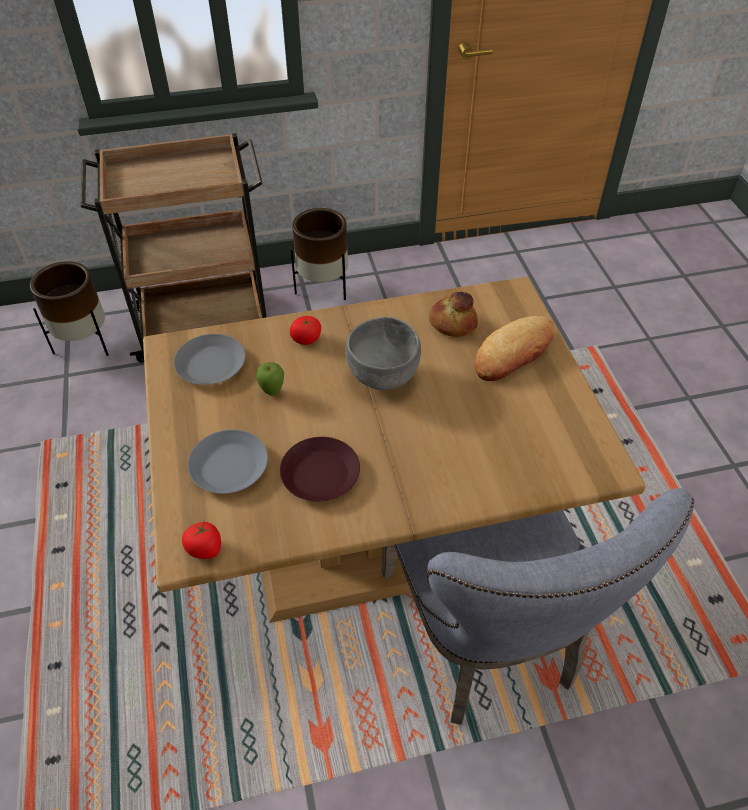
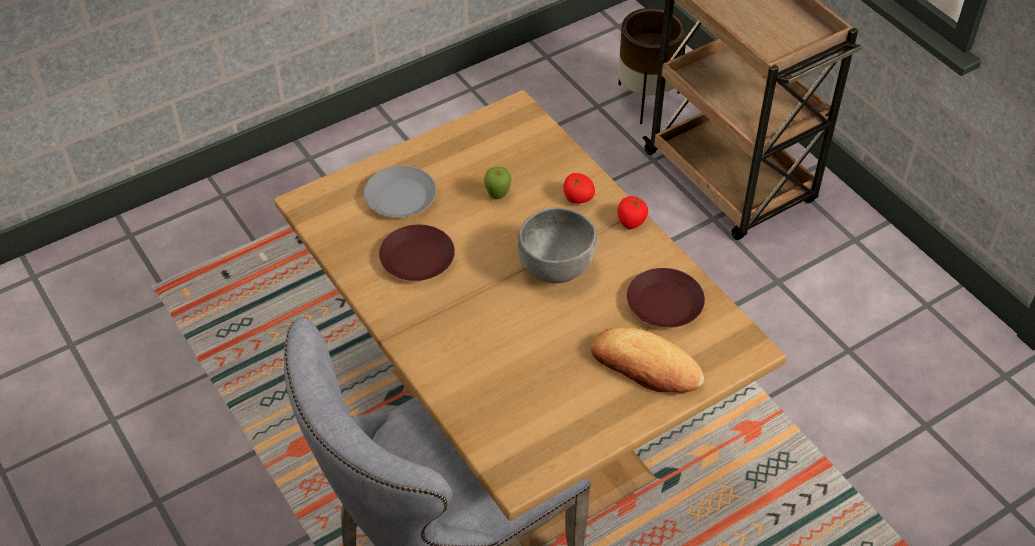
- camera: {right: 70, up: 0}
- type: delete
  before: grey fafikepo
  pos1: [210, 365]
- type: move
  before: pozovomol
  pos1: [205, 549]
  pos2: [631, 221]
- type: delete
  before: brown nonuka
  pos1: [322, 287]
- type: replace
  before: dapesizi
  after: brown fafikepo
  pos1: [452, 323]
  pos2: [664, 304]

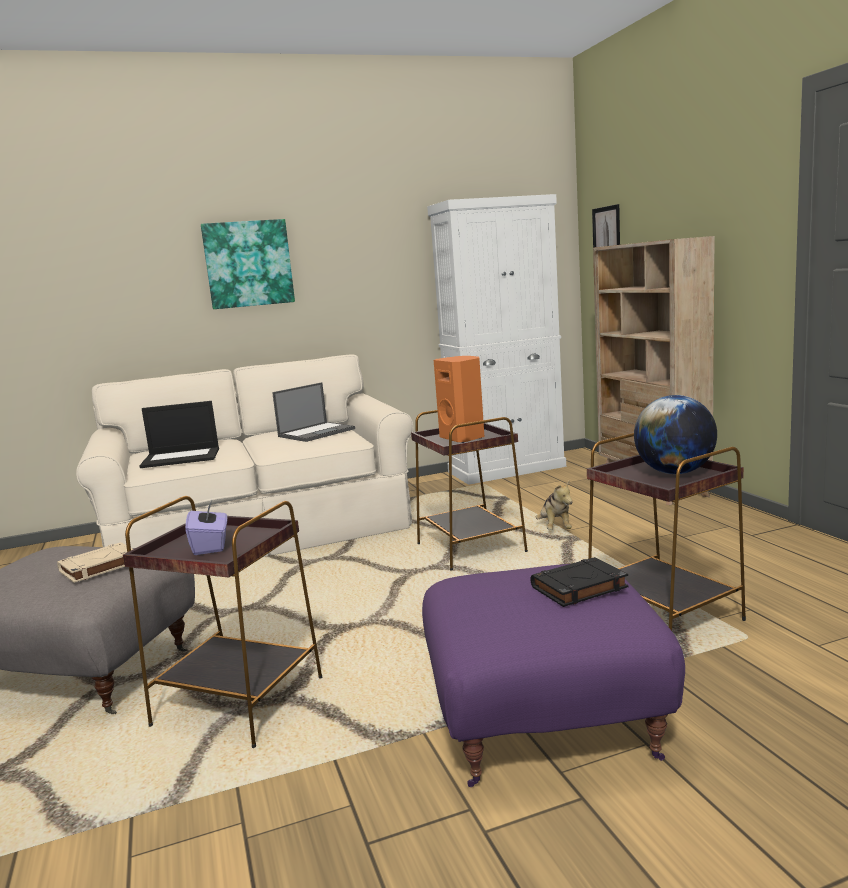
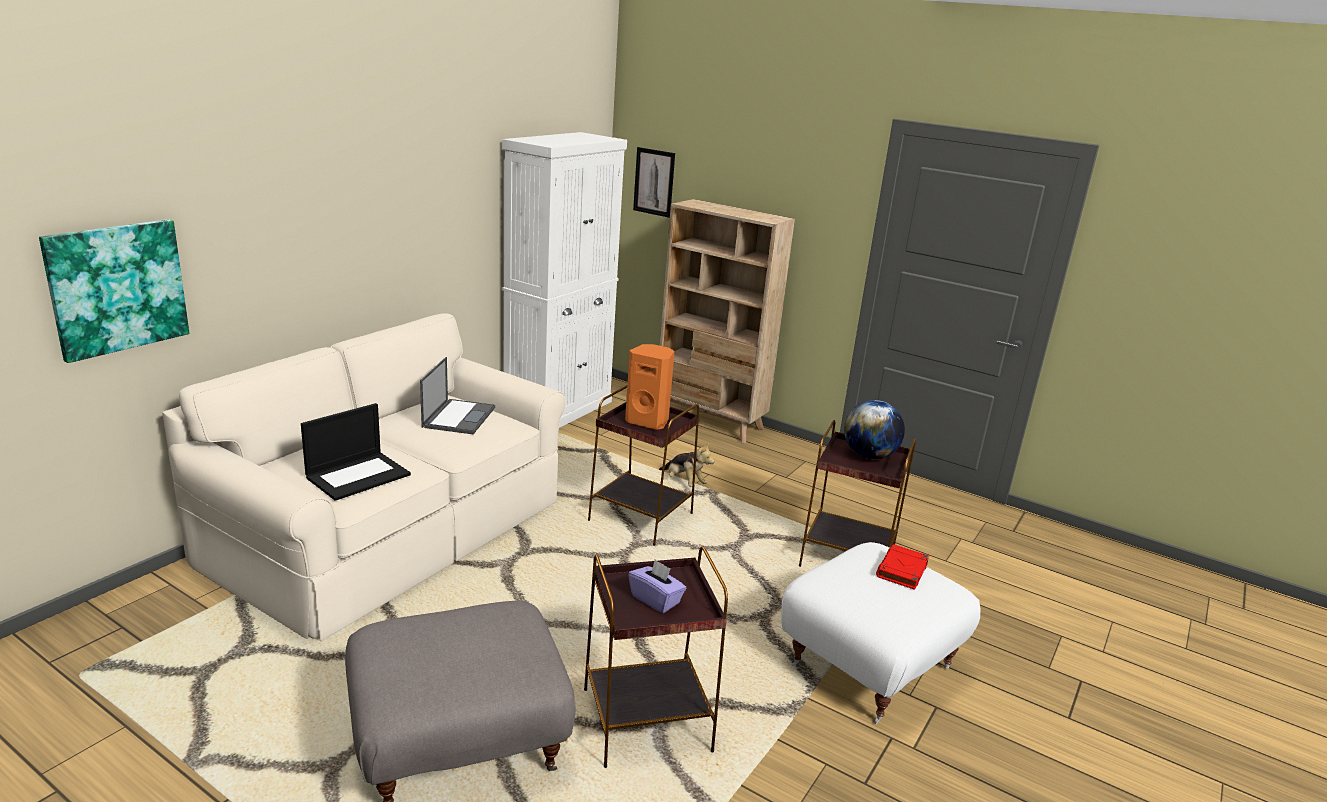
- camera: {right: -40, up: 10}
- type: delete
  before: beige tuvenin
  pos1: [98, 567]
- type: move
  before: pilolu
  pos1: [248, 264]
  pos2: [117, 288]
- type: recolor
  before: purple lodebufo
  after: white lodebufo
  pos1: [547, 726]
  pos2: [870, 666]
- type: recolor
  before: black tuvenin
  after: red tuvenin
  pos1: [578, 588]
  pos2: [902, 571]

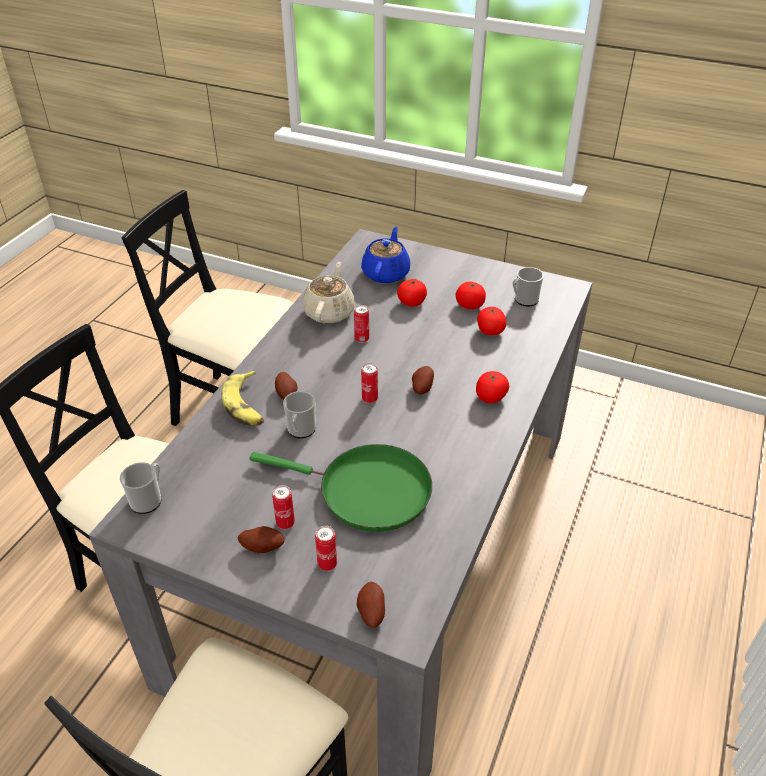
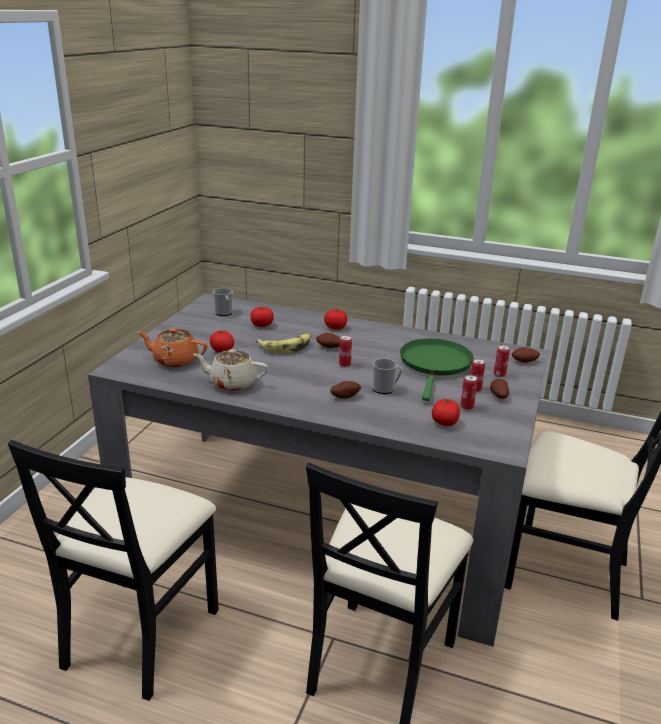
- camera: {right: -95, up: -15}
- type: delete
  before: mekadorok
  pos1: [148, 499]
- type: move
  before: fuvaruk
  pos1: [246, 406]
  pos2: [286, 347]
- type: move
  before: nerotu
  pos1: [362, 339]
  pos2: [466, 407]
- type: recolor
  before: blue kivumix
  after: orange kivumix
  pos1: [386, 273]
  pos2: [174, 360]
- type: move
  before: pozovomol
  pos1: [470, 305]
  pos2: [444, 422]

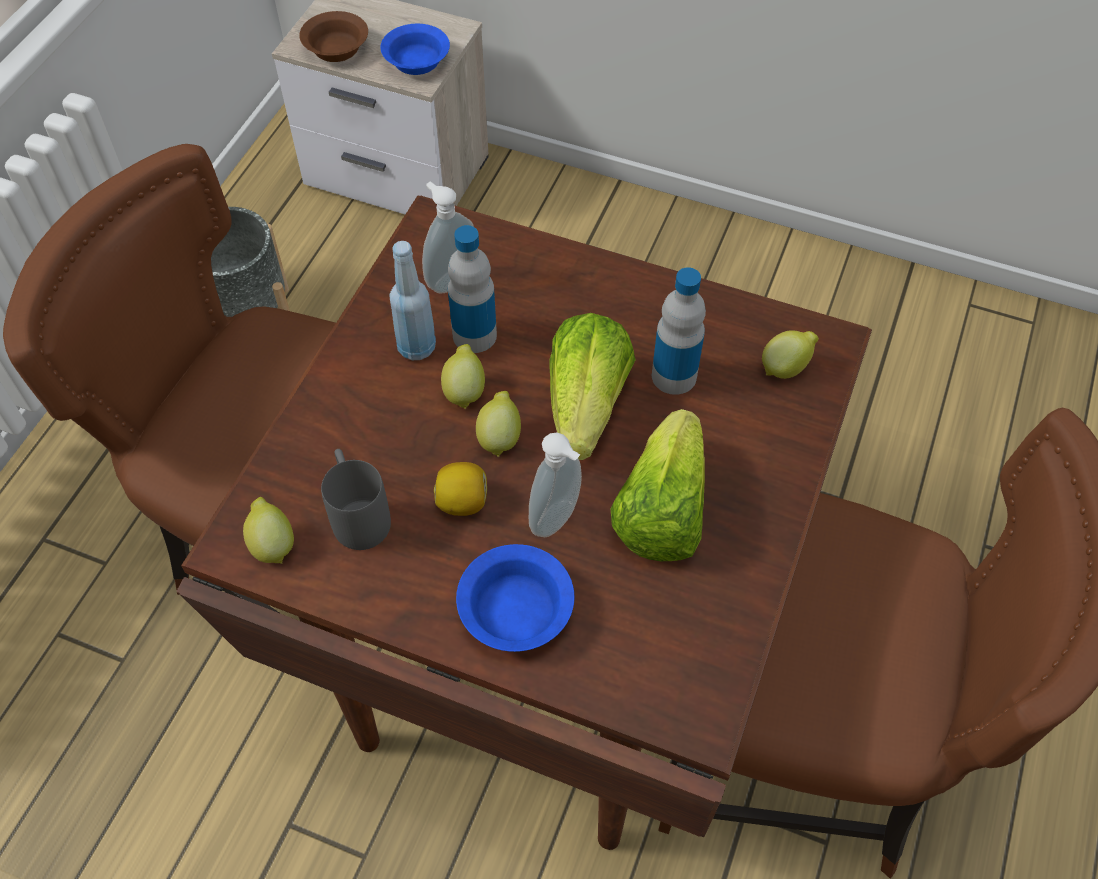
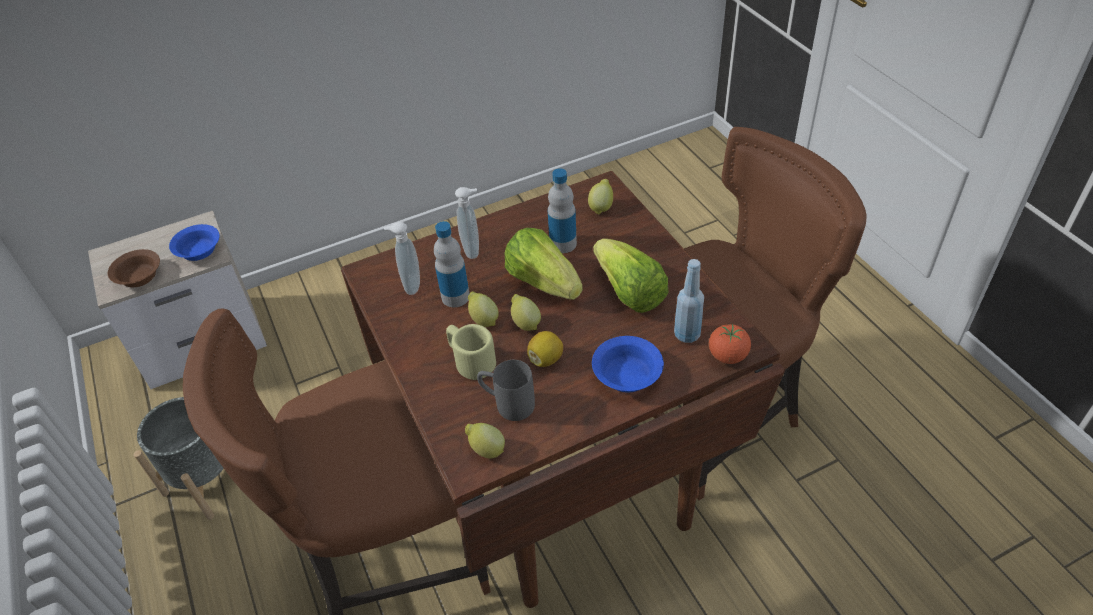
- camera: {right: -45, up: -10}
- type: move
  before: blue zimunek
  pos1: [417, 347]
  pos2: [687, 334]
- type: move
  before: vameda
  pos1: [558, 520]
  pos2: [473, 250]
- type: insert
  after: beige mekadorok
  pos2: [470, 360]
- type: insert
  after: pozovomol
  pos2: [727, 356]

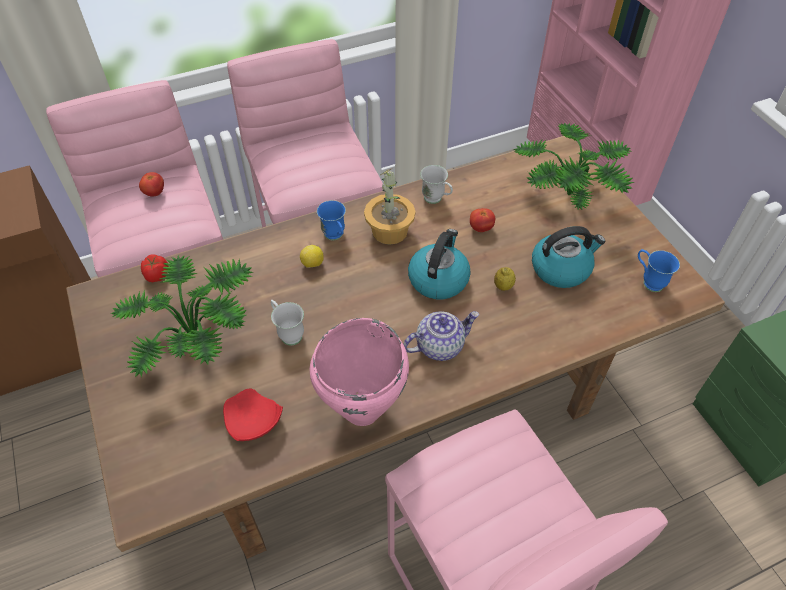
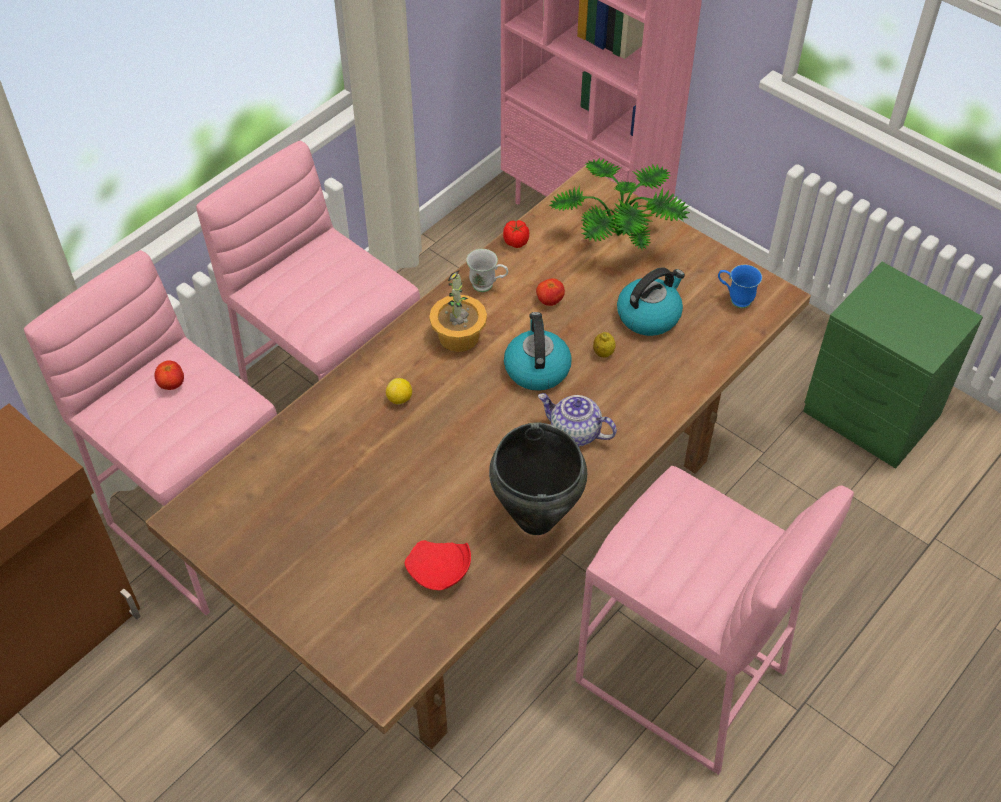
- camera: {right: -25, up: 0}
- type: delete
  before: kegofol
  pos1: [200, 344]
- type: move
  before: pozovomol
  pos1: [157, 276]
  pos2: [516, 242]
- type: delete
  before: white mekadorok
  pos1: [288, 333]
- type: recolor
  before: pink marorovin
  after: black marorovin
  pos1: [361, 410]
  pos2: [535, 520]
- type: delete
  before: blue mekadorok
  pos1: [335, 237]
- type: rotate
  before: kivumix
  pos1: [440, 345]
  pos2: [574, 433]
  turn: -105

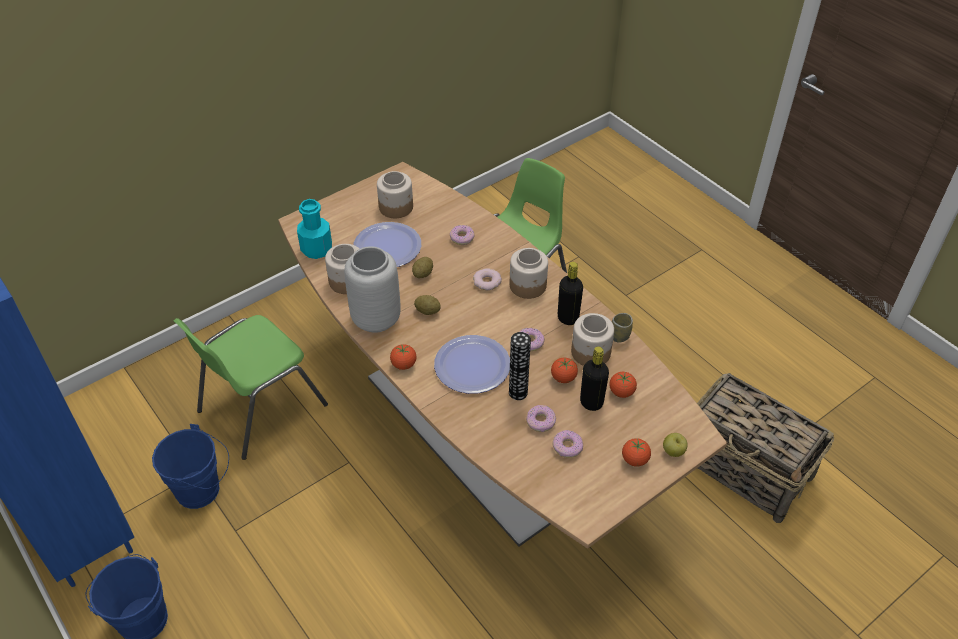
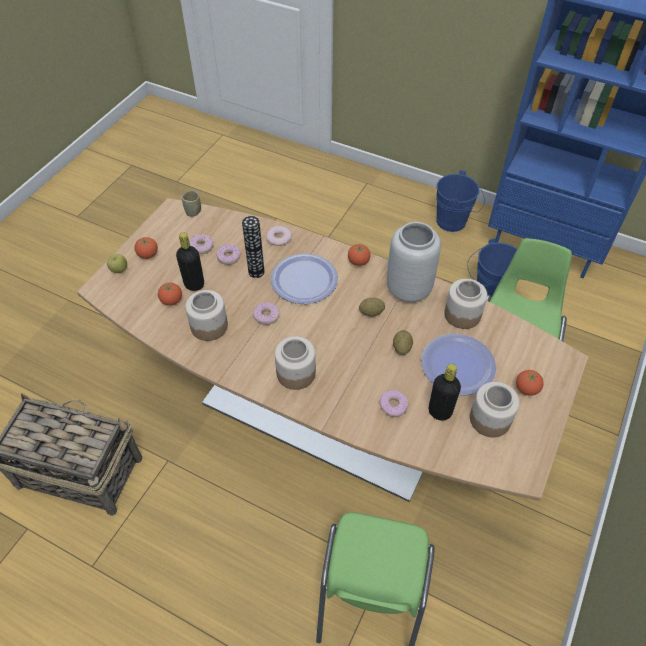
- camera: {right: 155, up: 5}
- type: delete
  before: turquoise zimunek
  pos1: [316, 249]
- type: move
  before: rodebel
  pos1: [487, 282]
  pos2: [279, 238]
- type: move
  before: pozovomol
  pos1: [563, 378]
  pos2: [526, 389]
- type: move
  before: black zimunek
  pos1: [568, 318]
  pos2: [440, 411]
- type: move
  before: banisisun
  pos1: [620, 336]
  pos2: [193, 211]

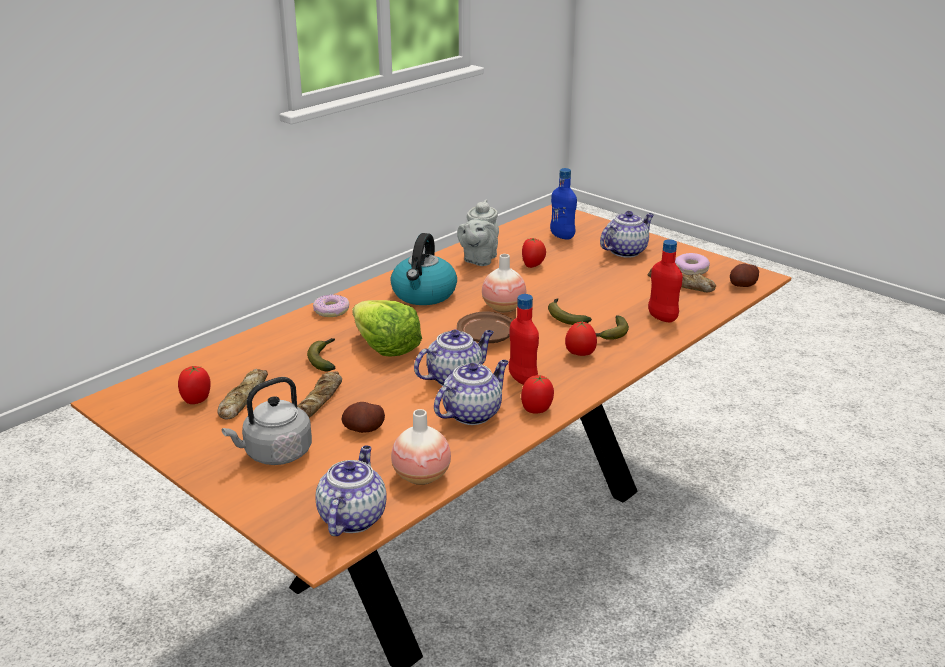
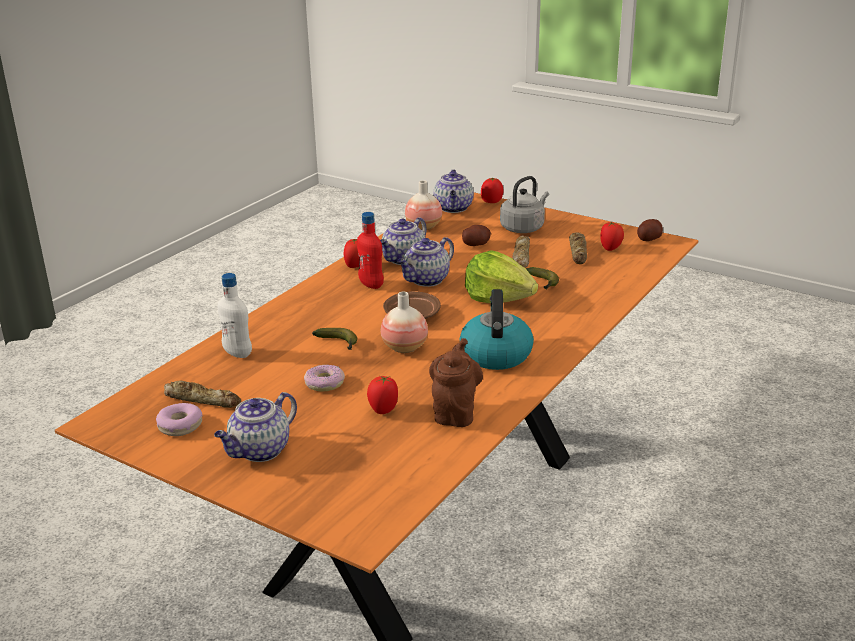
- camera: {right: 170, up: 0}
- type: move
  before: rodebel
  pos1: [331, 311]
  pos2: [324, 383]
- type: recolor
  before: grey kivumix
  after: brown kivumix
  pos1: [479, 259]
  pos2: [455, 412]
- type: delete
  before: blue zimunek
  pos1: [562, 236]
- type: move
  before: pozovomol
  pos1: [580, 354]
  pos2: [492, 201]
- type: delete
  before: fuvaruk
  pos1: [610, 335]
- type: recolor
  before: red zimunek
  after: white zimunek
  pos1: [662, 318]
  pos2: [238, 353]
- type: move
  before: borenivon
  pos1: [743, 285]
  pos2: [648, 239]

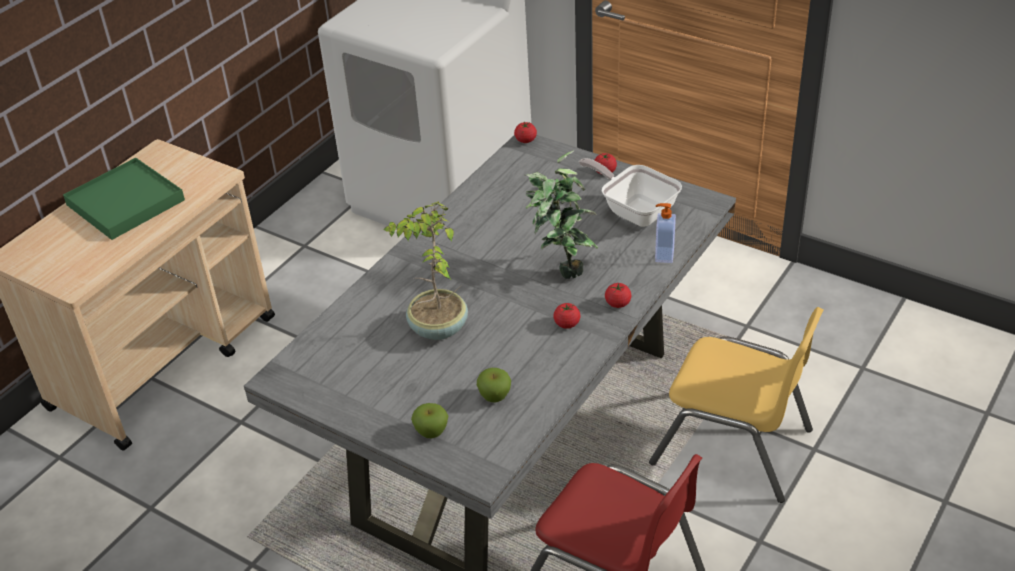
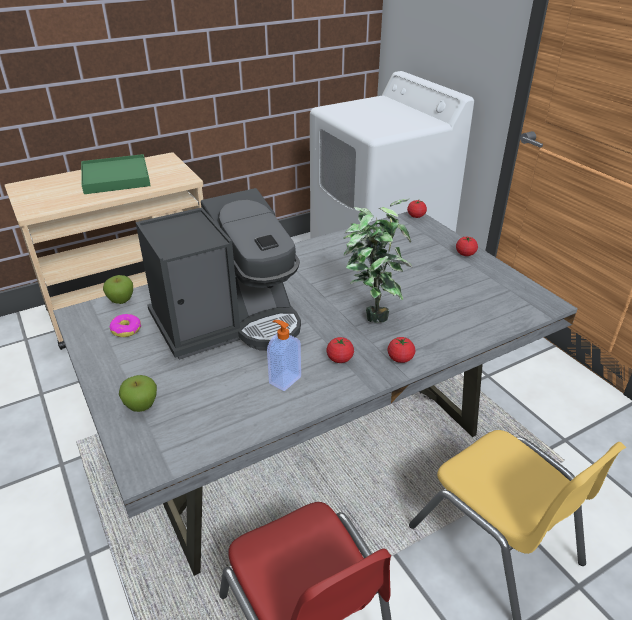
- camera: {right: 25, up: -5}
- type: replace
  before: kegofol
  after: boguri
  pos1: [437, 329]
  pos2: [229, 322]
- type: move
  before: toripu
  pos1: [495, 397]
  pos2: [121, 301]
- type: delete
  before: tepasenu
  pos1: [634, 210]
- type: move
  before: vameda
  pos1: [663, 255]
  pos2: [284, 380]
- type: insert
  after: rodebel
  pos2: [126, 330]

